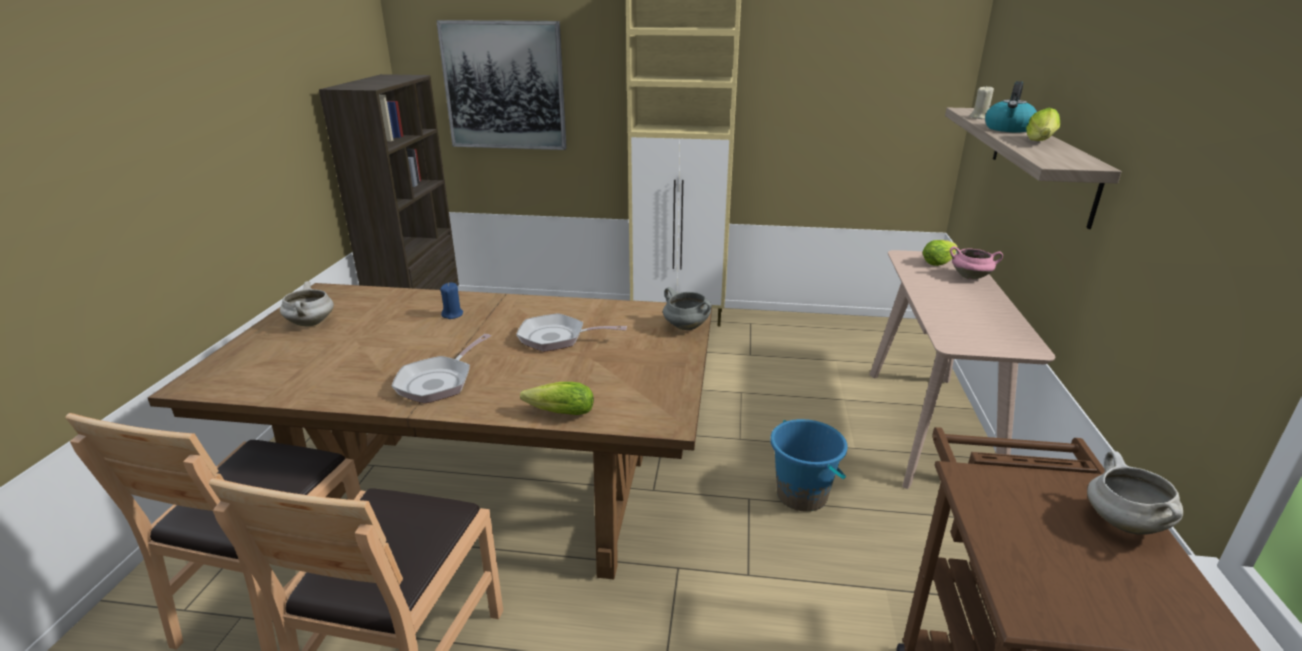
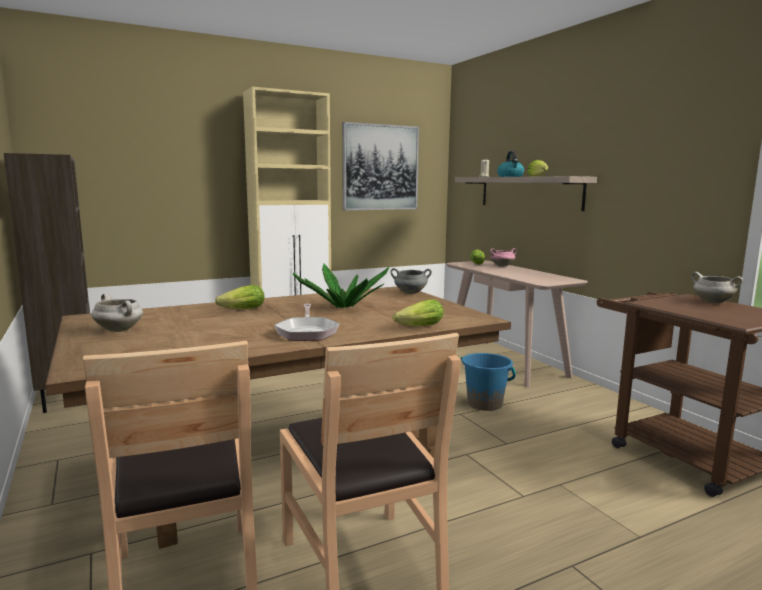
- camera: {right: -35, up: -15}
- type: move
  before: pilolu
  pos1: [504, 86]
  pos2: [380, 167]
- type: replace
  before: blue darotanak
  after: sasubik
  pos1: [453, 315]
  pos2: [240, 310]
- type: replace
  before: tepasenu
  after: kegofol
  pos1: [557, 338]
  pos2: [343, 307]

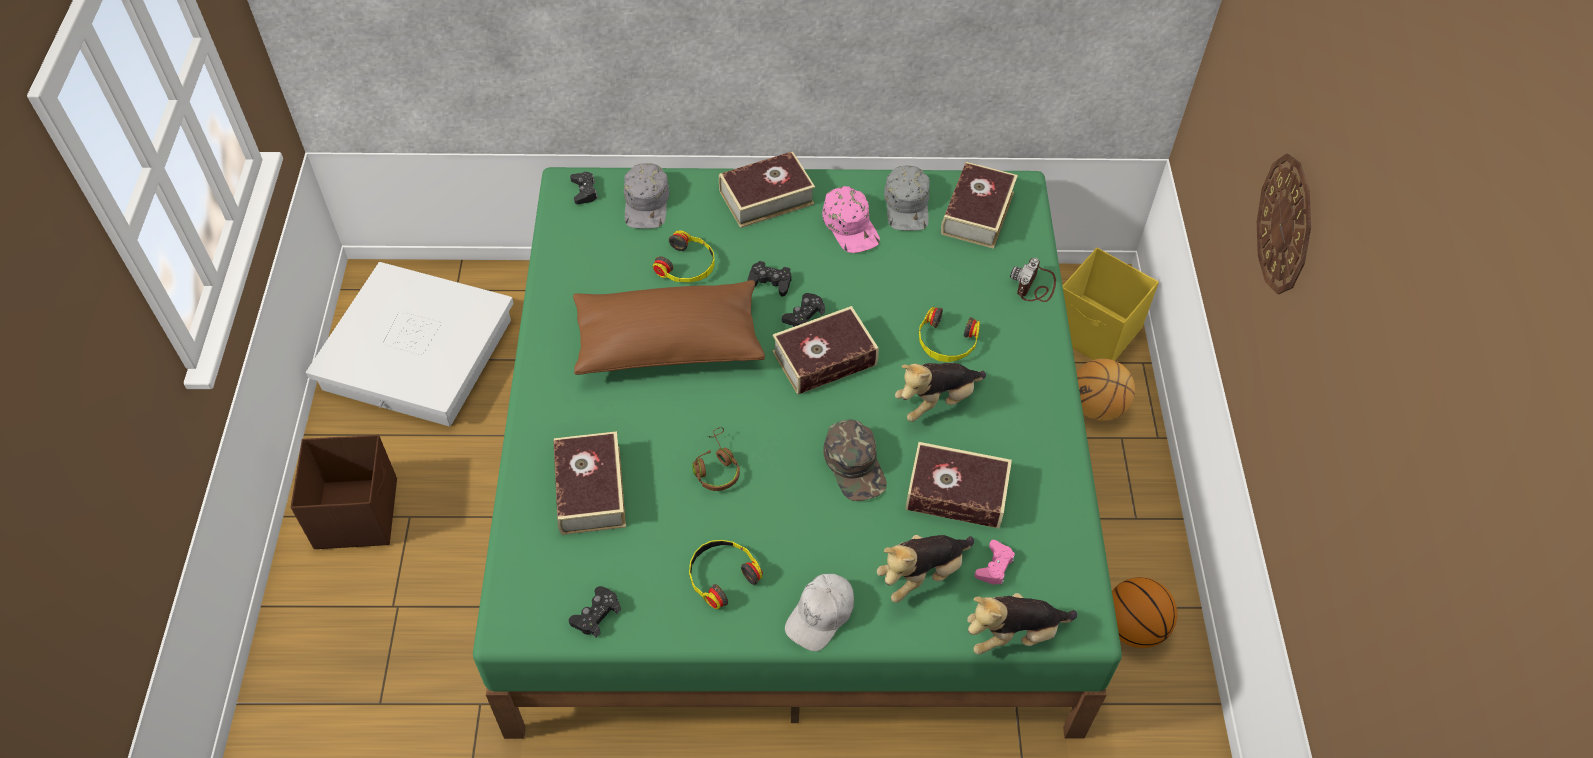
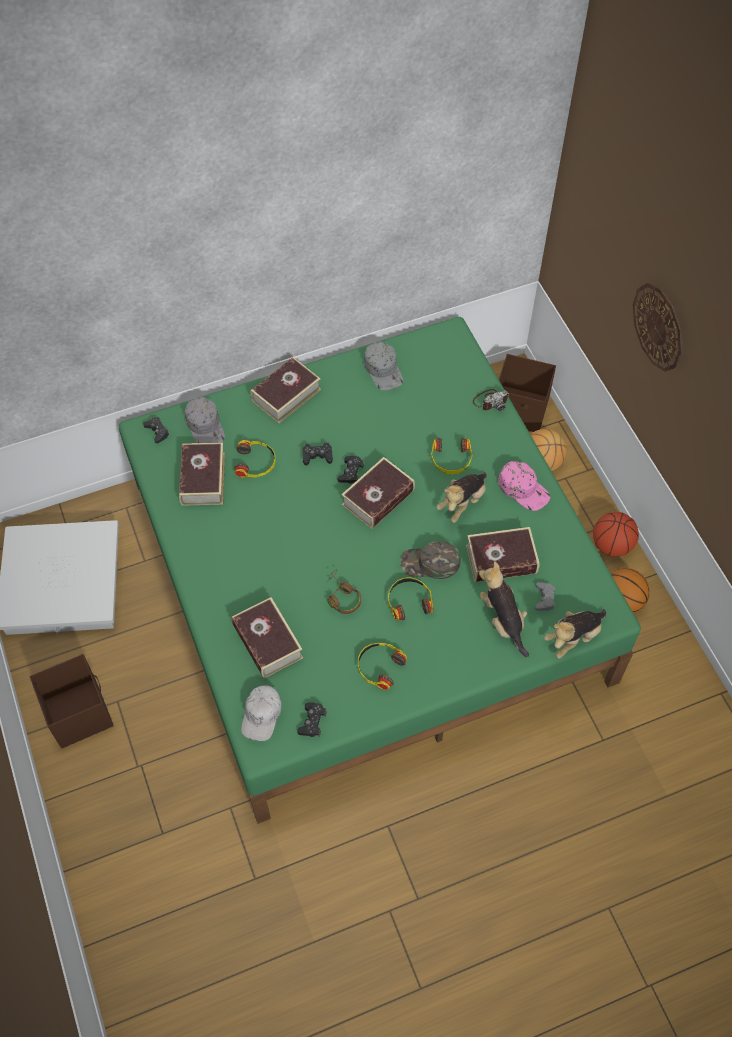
- camera: {right: -20, up: 5}
- type: delete
  before: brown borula
  pos1: [669, 343]
- type: move
  before: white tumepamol
  pos1: [821, 615]
  pos2: [262, 715]
- type: move
  before: pink tumepamol
  pos1: [851, 226]
  pos2: [523, 489]
- type: rotate
  before: green tumepamol
  pos1: [855, 465]
  pos2: [430, 564]
  turn: 135
- type: rotate
  before: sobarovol
  pos1: [922, 575]
  pos2: [503, 620]
  turn: 120
- type: move
  before: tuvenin
  pos1: [977, 213]
  pos2: [203, 479]
- type: recolor
  before: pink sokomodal
  after: grey sokomodal
  pos1: [995, 566]
  pos2: [544, 598]
- type: rotate
  before: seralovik
  pos1: [1034, 286]
  pos2: [490, 401]
  turn: -120
- type: recolor
  before: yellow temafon
  after: brown temafon
  pos1: [1095, 332]
  pos2: [520, 410]
- type: insert
  after: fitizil
  pos2: [409, 601]
- type: insert
  after: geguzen
  pos2: [611, 545]

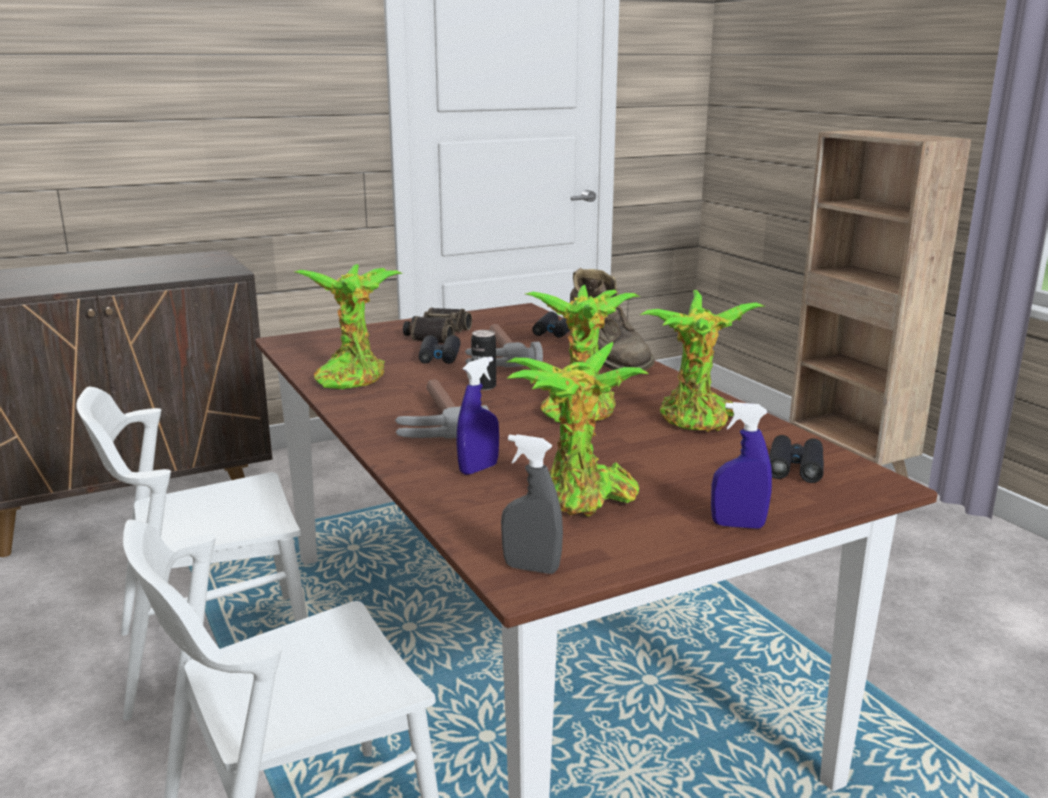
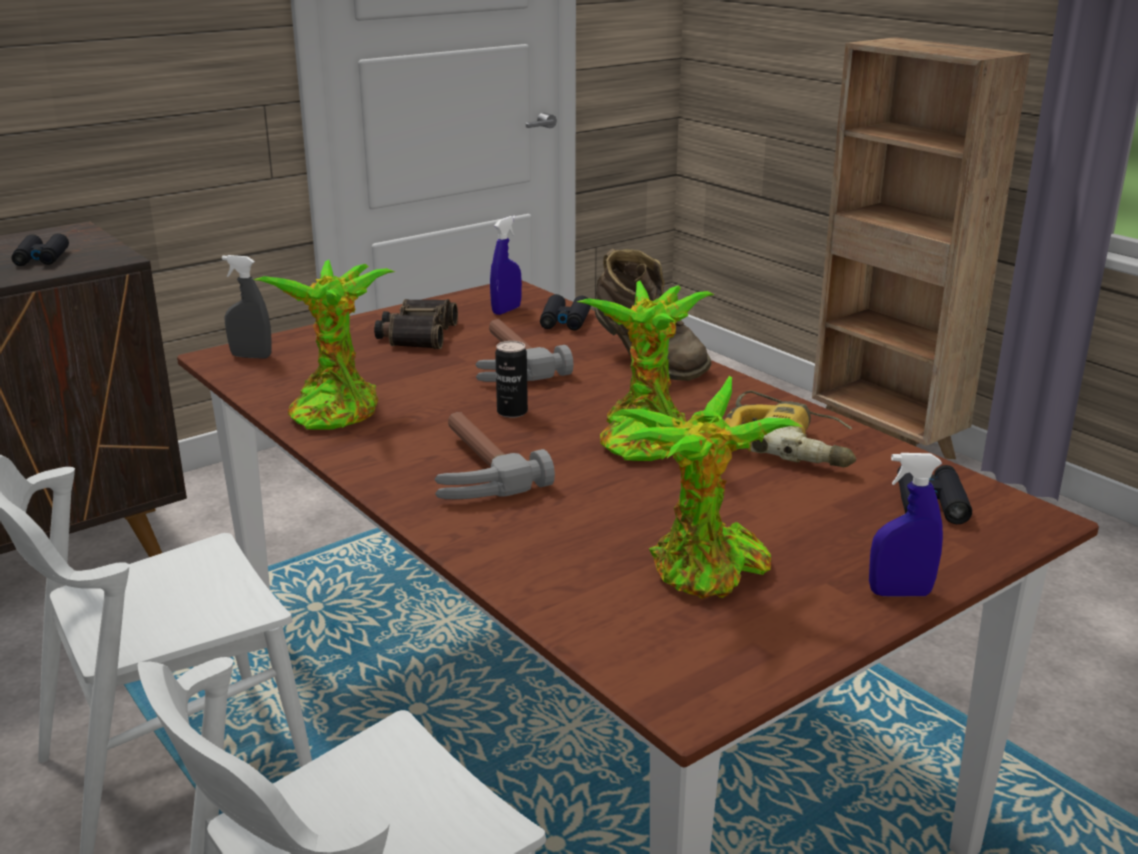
- camera: {right: -10, up: 5}
- type: move
  before: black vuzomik
  pos1: [439, 357]
  pos2: [41, 258]
- type: move
  before: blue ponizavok
  pos1: [478, 469]
  pos2: [506, 310]
- type: move
  before: grey ponizavok
  pos1: [531, 568]
  pos2: [251, 356]
- type: replace
  before: kegofol
  after: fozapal
  pos1: [696, 421]
  pos2: [790, 445]

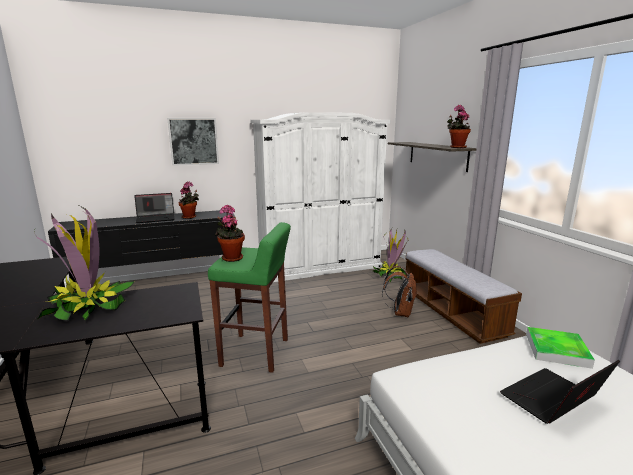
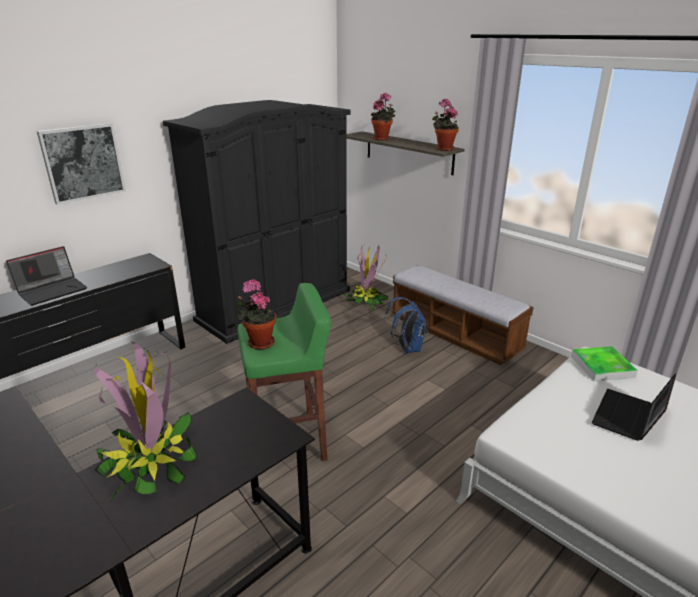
- camera: {right: -25, up: 10}
- type: move
  before: kegofol
  pos1: [190, 217]
  pos2: [382, 139]
- type: recolor
  before: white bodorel
  after: black bodorel
  pos1: [319, 266]
  pos2: [275, 305]
- type: recolor
  before: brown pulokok
  after: blue pulokok
  pos1: [400, 312]
  pos2: [407, 348]

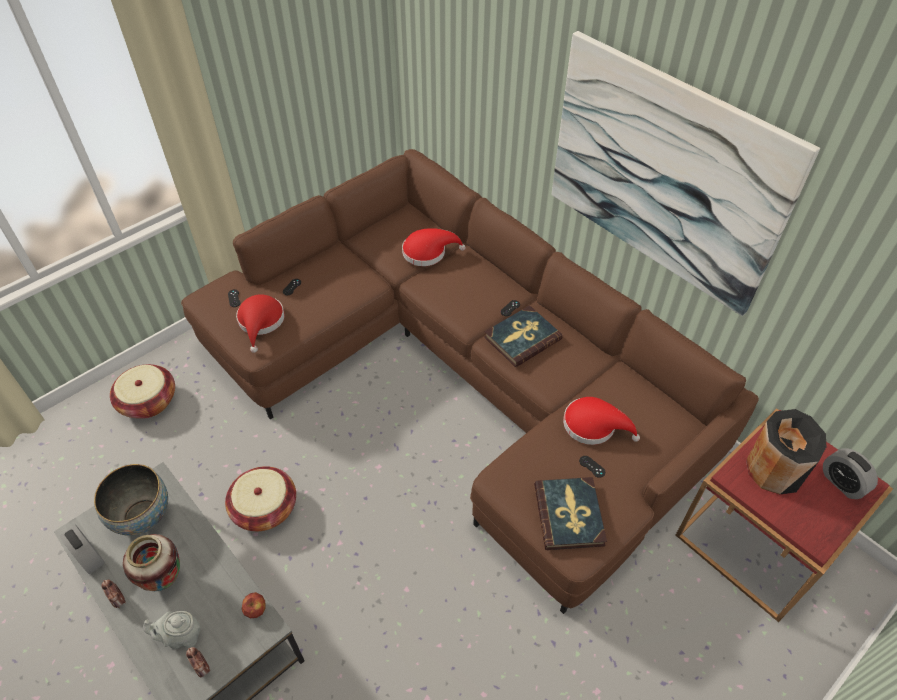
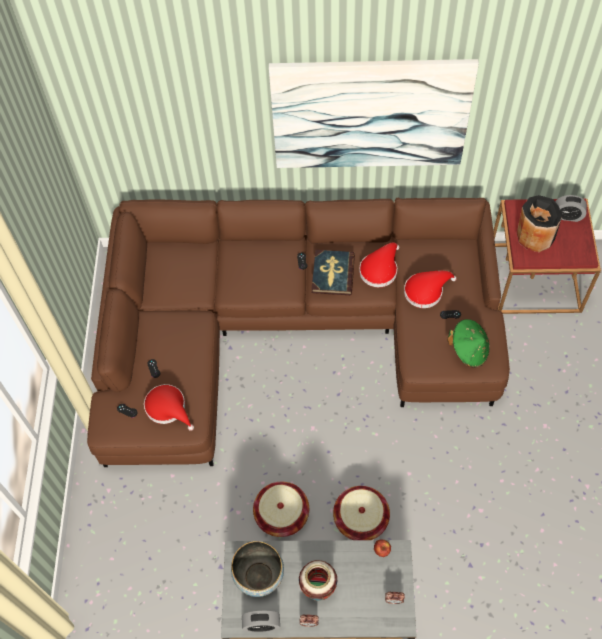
- camera: {right: -45, up: 10}
- type: move
  before: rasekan
  pos1: [148, 401]
  pos2: [361, 518]
- type: delete
  before: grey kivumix
  pos1: [181, 637]
- type: move
  before: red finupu
  pos1: [428, 252]
  pos2: [380, 269]
- type: replace
  before: tuvenin
  after: green finupu
  pos1: [569, 515]
  pos2: [468, 350]

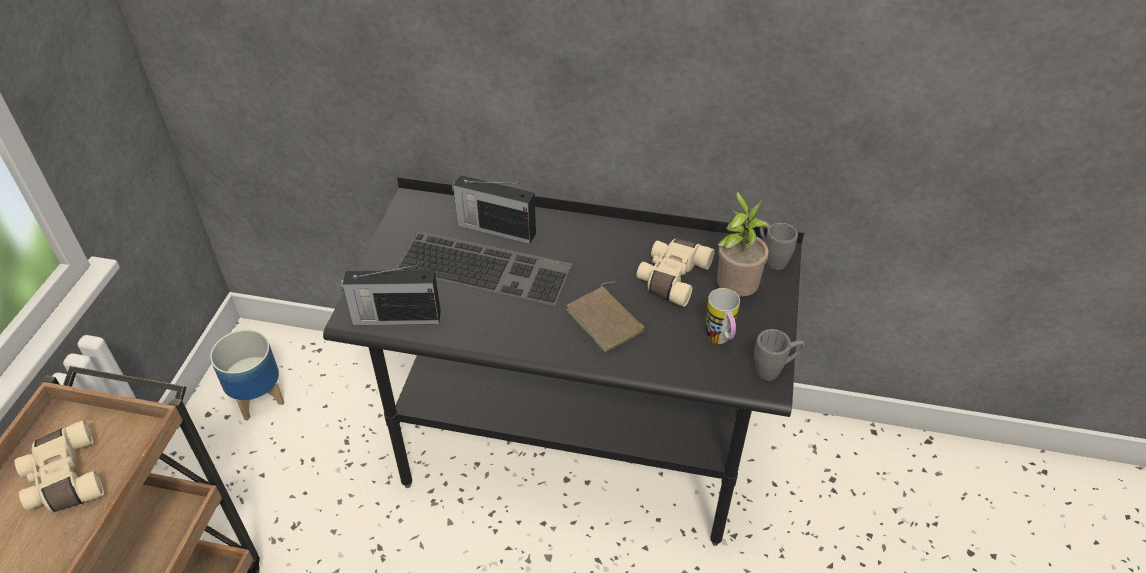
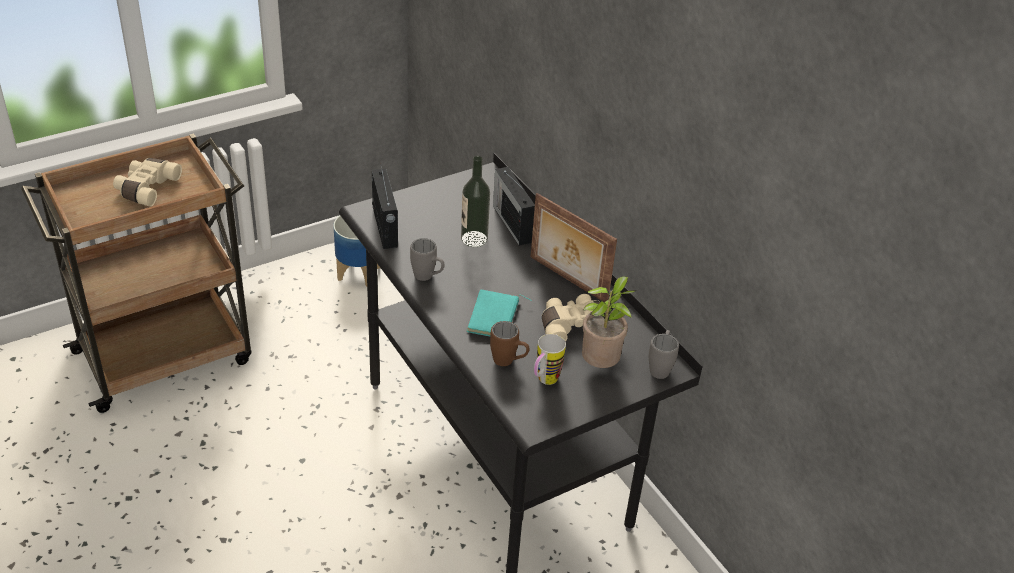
- camera: {right: 45, up: -5}
- type: rotate
  before: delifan
  pos1: [395, 317]
  pos2: [384, 227]
  turn: -150
- type: replace
  before: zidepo
  after: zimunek
  pos1: [486, 266]
  pos2: [474, 239]
- type: recolor
  before: brown tuvenin
  after: turquoise tuvenin
  pos1: [607, 321]
  pos2: [495, 318]
- type: move
  before: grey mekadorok
  pos1: [774, 370]
  pos2: [428, 277]
- type: insert
  after: brown mekadorok
  pos2: [509, 362]
- type: insert
  after: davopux
  pos2: [567, 280]

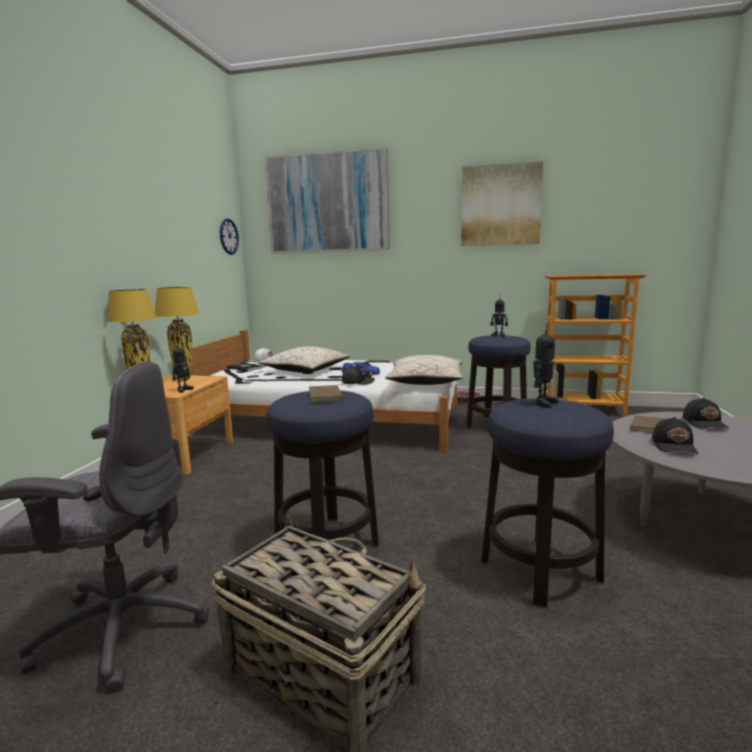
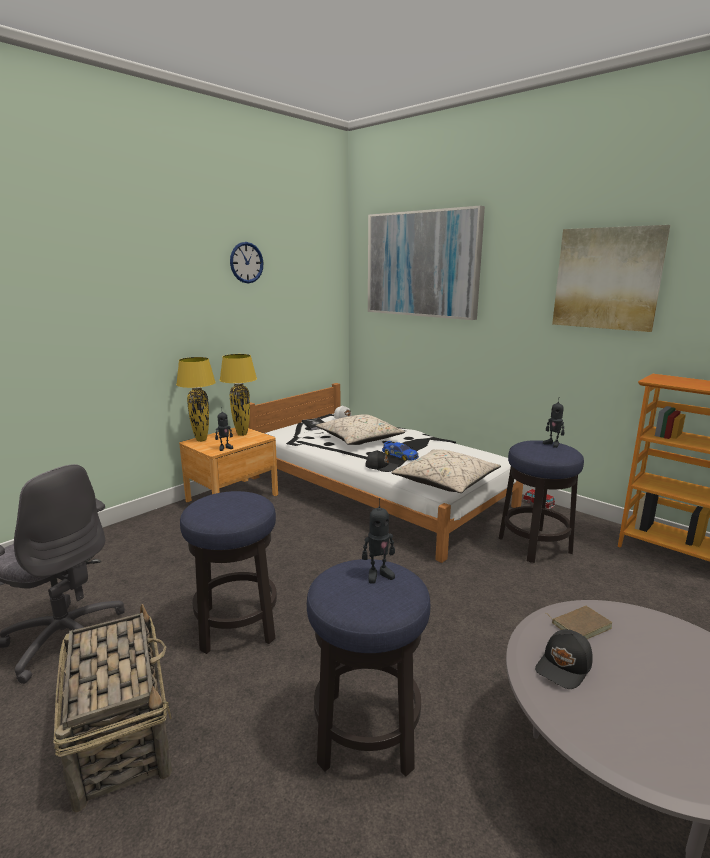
- camera: {right: 30, up: 5}
- type: move
  before: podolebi
  pos1: [228, 236]
  pos2: [246, 262]
- type: delete
  before: brown tuvenin
  pos1: [327, 396]
- type: delete
  before: black tumepamol
  pos1: [705, 423]

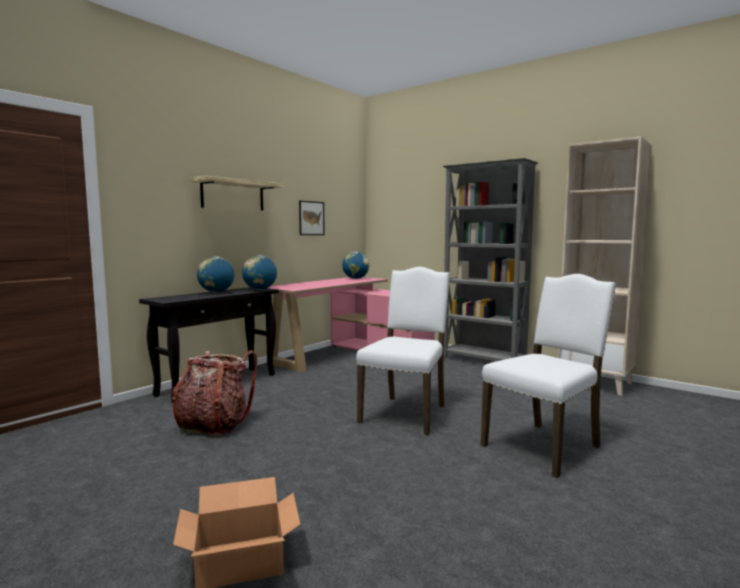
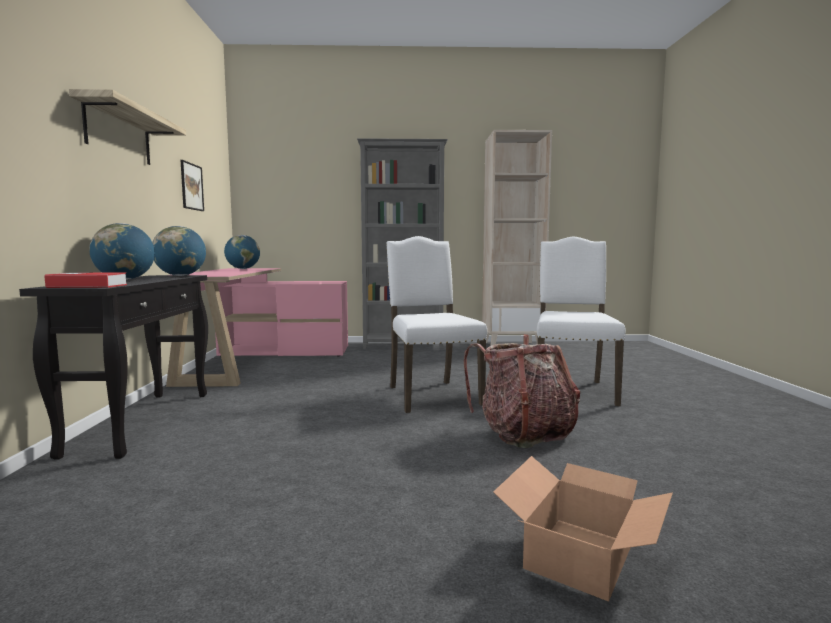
- camera: {right: -40, up: 0}
- type: move
  before: pulokok
  pos1: [213, 425]
  pos2: [523, 433]
- type: insert
  after: tuvenin
  pos2: [88, 286]

